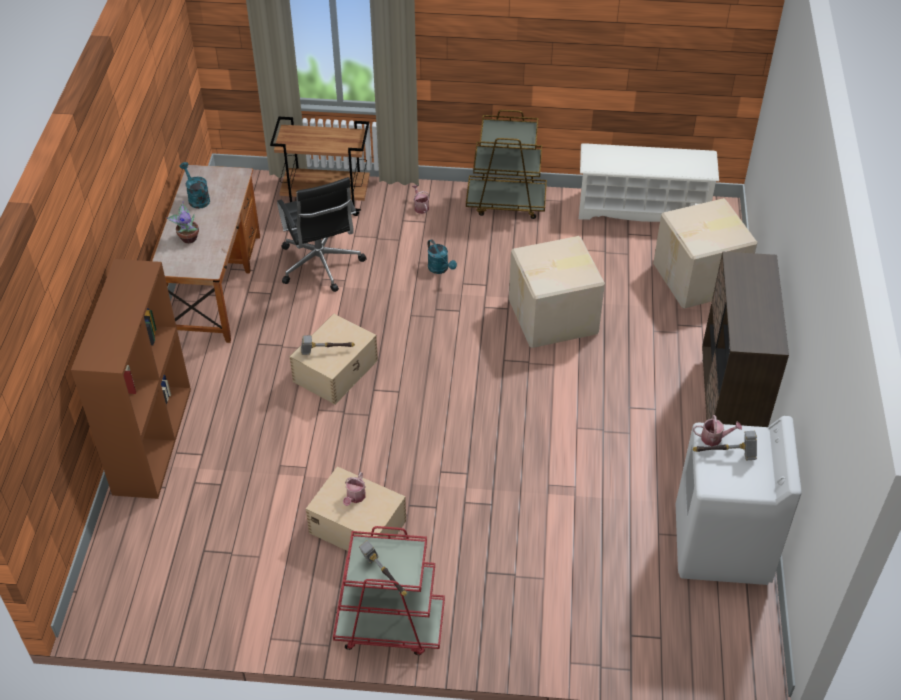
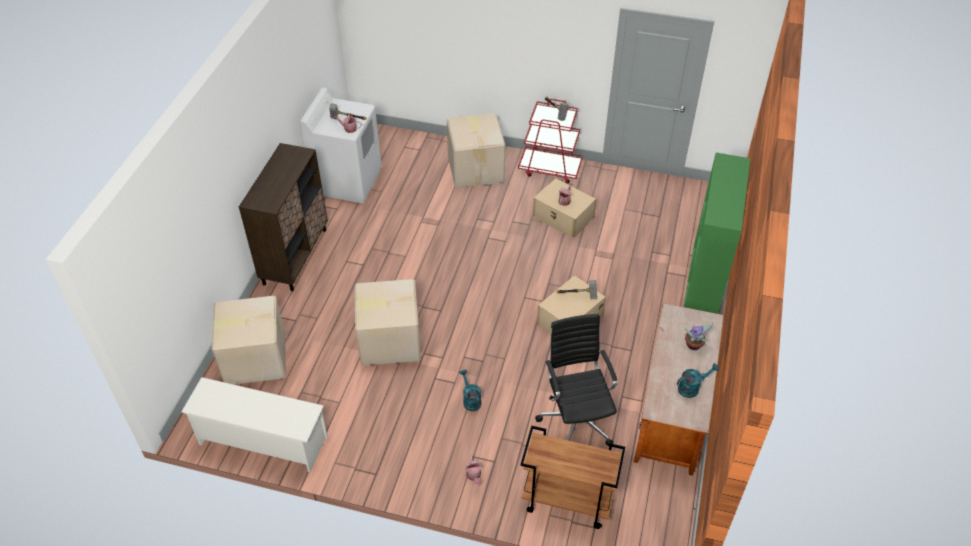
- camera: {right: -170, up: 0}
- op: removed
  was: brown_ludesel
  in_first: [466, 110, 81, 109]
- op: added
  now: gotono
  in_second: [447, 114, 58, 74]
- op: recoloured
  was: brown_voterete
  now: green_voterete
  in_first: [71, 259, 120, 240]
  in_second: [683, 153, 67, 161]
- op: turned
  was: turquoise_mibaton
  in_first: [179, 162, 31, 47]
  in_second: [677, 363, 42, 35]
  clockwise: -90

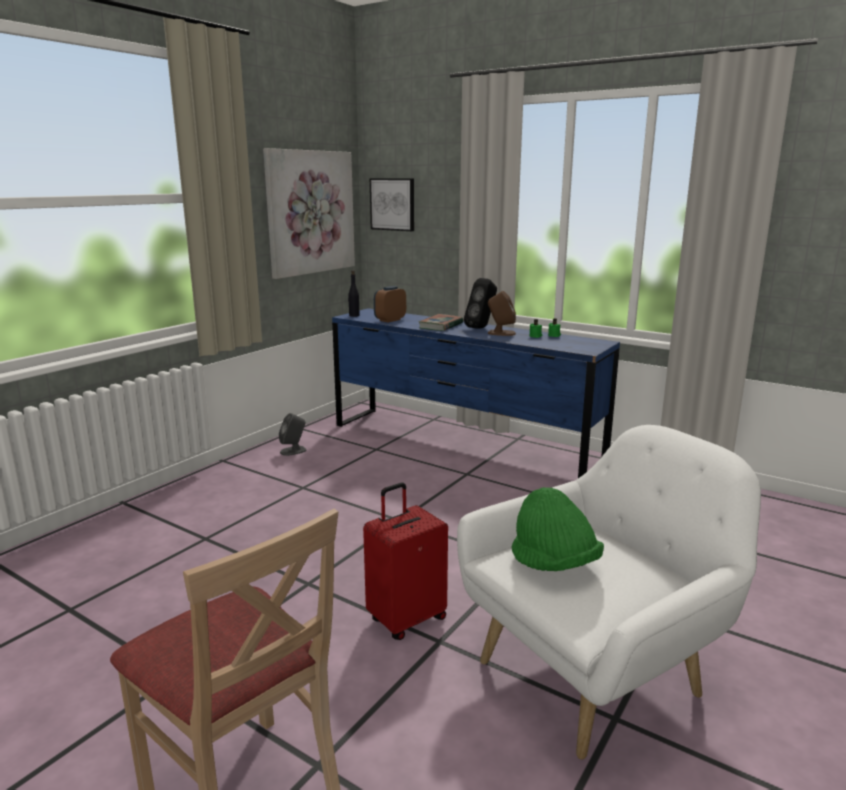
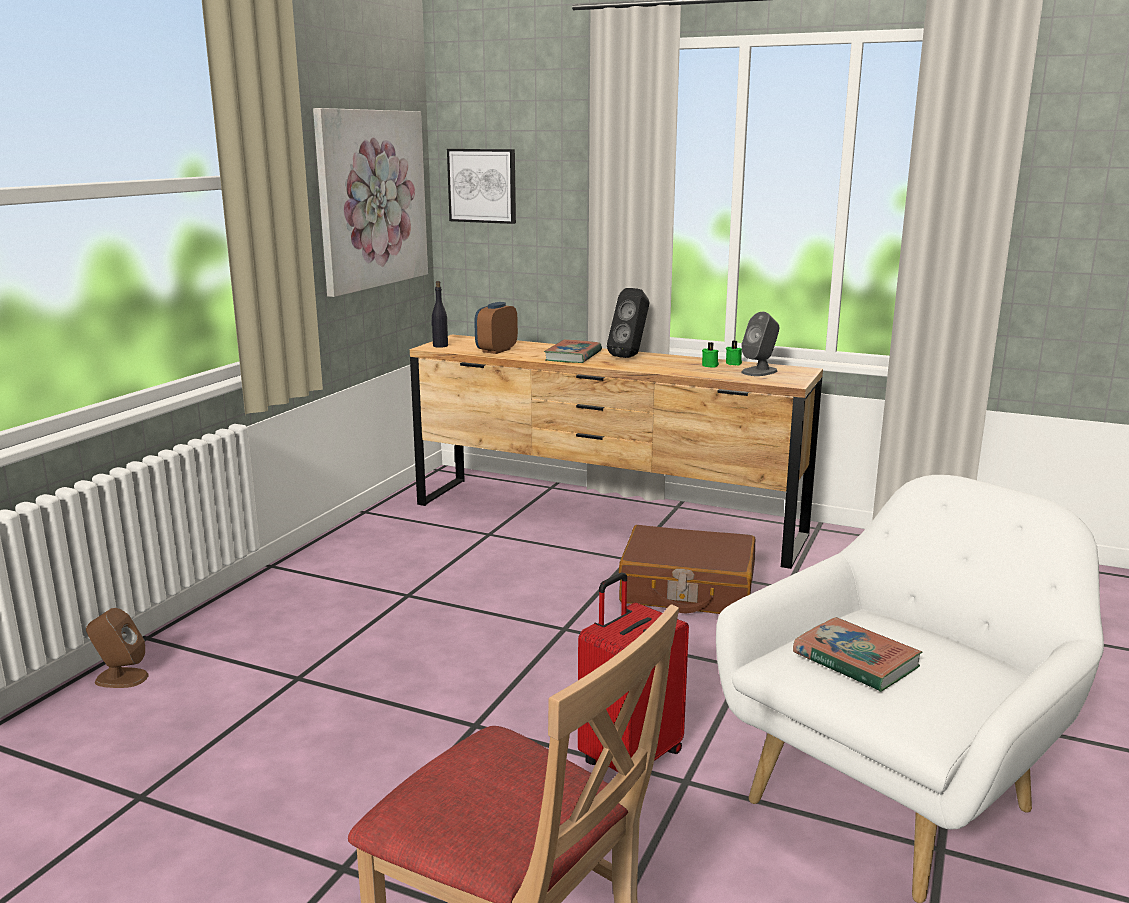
- camera: {right: -10, up: 0}
- op: added
  now: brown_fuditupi
  in_second: [619, 525, 136, 89]
- op: moved
  was: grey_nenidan
  in_first: [279, 413, 27, 43]
  in_second: [741, 312, 38, 64]
- op: moved
  was: brown_nenidan
  in_first: [488, 291, 28, 45]
  in_second: [86, 608, 63, 80]
- op: replaced
  was: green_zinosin
  now: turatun
  in_first: [511, 487, 93, 84]
  in_second: [793, 617, 129, 75]
- op: recoloured
  was: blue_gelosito
  now: brown_gelosito
  in_first: [332, 308, 288, 170]
  in_second: [410, 335, 413, 234]

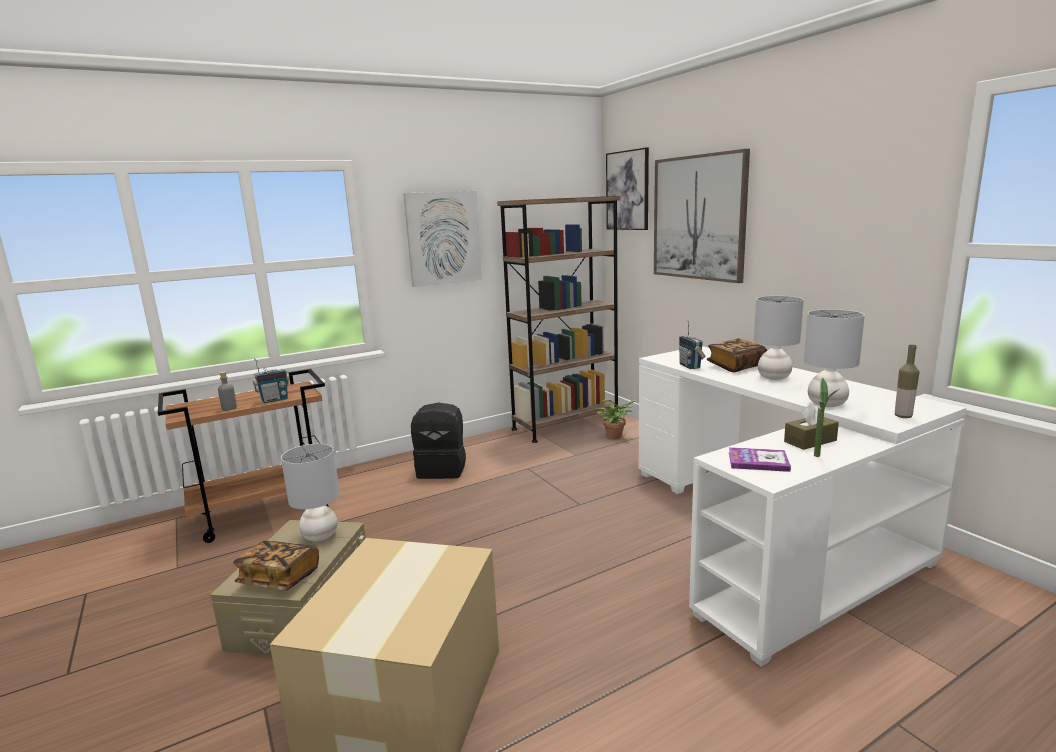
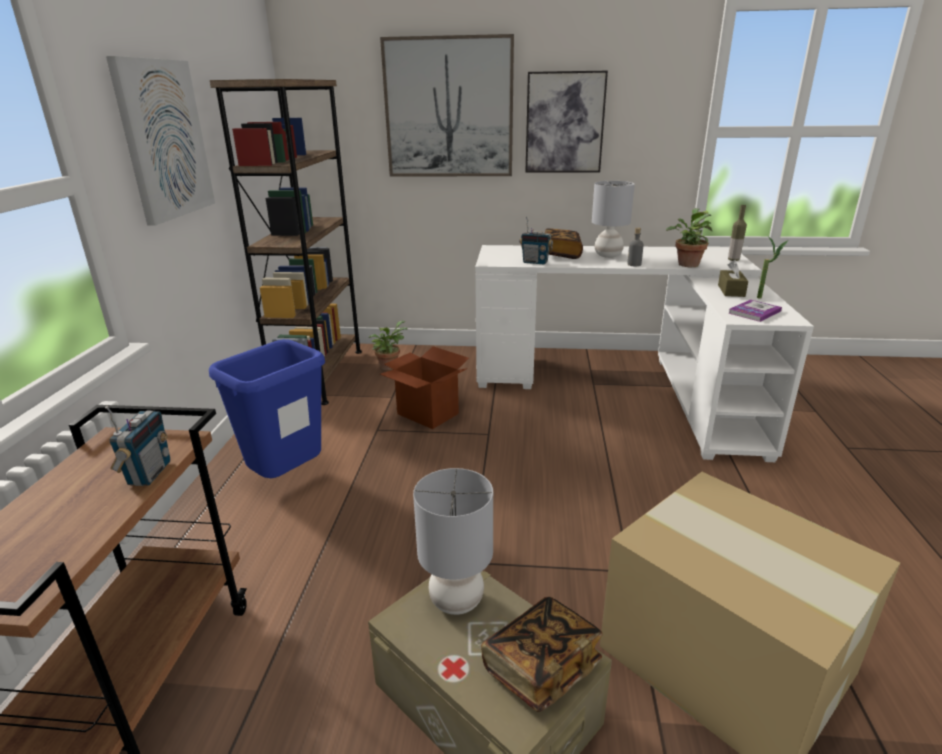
- camera: {right: -55, up: 10}
- op: added
  now: gotono
  in_second: [380, 346, 89, 83]
- op: moved
  was: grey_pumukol
  in_first: [218, 372, 19, 39]
  in_second: [628, 228, 16, 38]
- op: moved
  was: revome
  in_first: [606, 147, 43, 83]
  in_second: [526, 71, 82, 101]
- op: replaced
  was: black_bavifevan
  now: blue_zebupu
  in_first: [411, 403, 55, 76]
  in_second: [209, 339, 116, 139]
- op: replaced
  was: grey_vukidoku
  now: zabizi
  in_first: [804, 309, 61, 98]
  in_second: [666, 208, 46, 59]

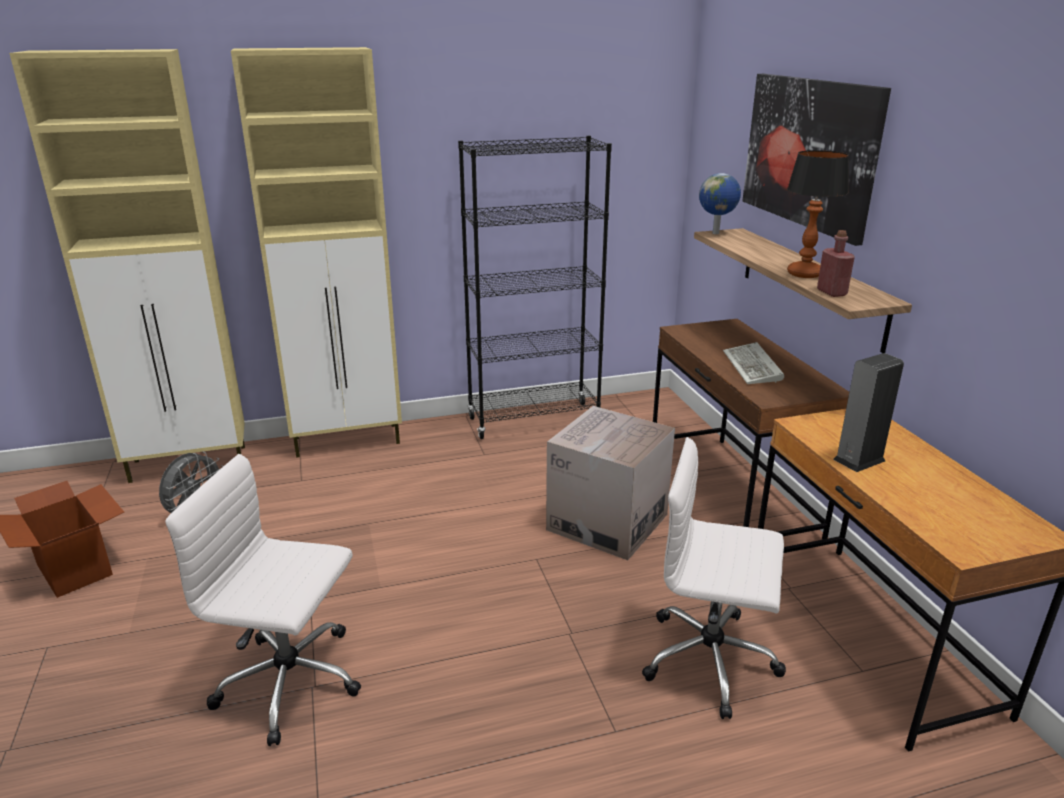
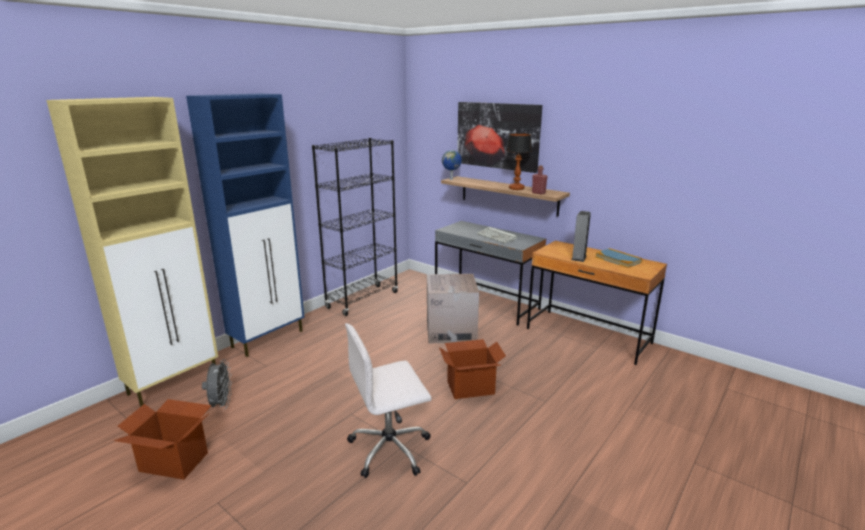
- camera: {right: -35, up: -5}
- op: removed
  was: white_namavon
  in_first: [642, 437, 144, 282]
- op: added
  now: gotono
  in_second: [439, 339, 67, 60]
- op: added
  now: turatun
  in_second: [596, 248, 46, 20]
- op: recoloured
  was: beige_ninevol
  now: blue_ninevol
  in_first: [231, 47, 171, 411]
  in_second: [186, 94, 118, 263]
- op: recoloured
  was: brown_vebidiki
  now: grey_vebidiki
  in_first: [653, 319, 196, 221]
  in_second: [435, 221, 111, 105]

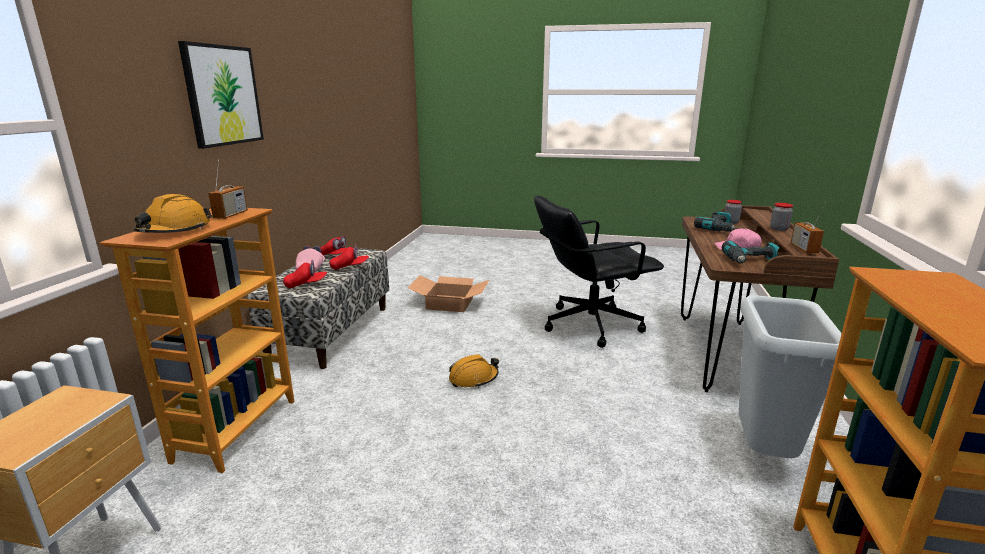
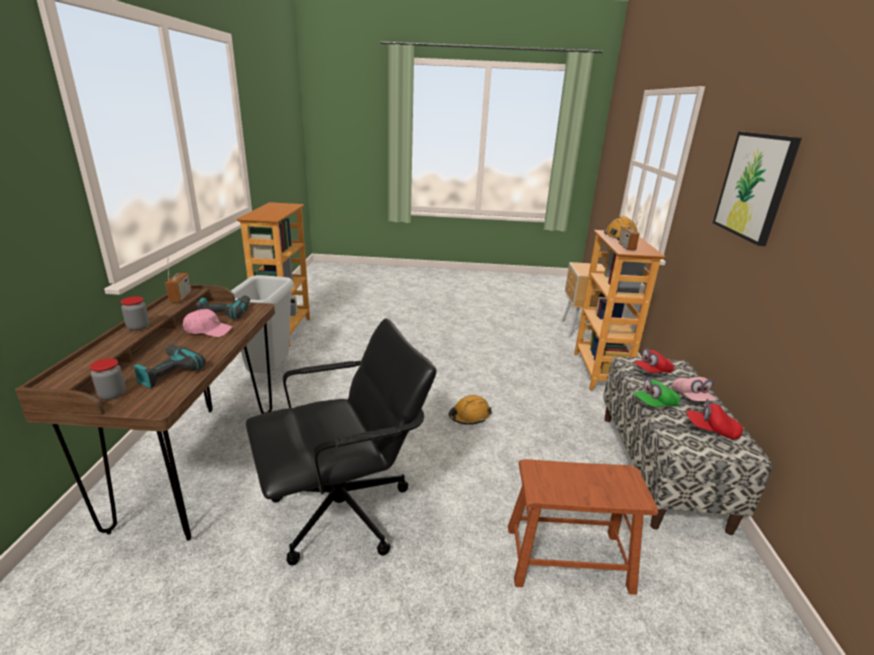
- camera: {right: 170, up: 5}
- op: replaced
  was: gotono
  now: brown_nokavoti
  in_first: [408, 275, 81, 37]
  in_second: [508, 459, 150, 136]
- op: recoloured
  was: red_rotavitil
  now: green_rotavitil
  in_first: [329, 244, 40, 26]
  in_second: [634, 378, 46, 29]

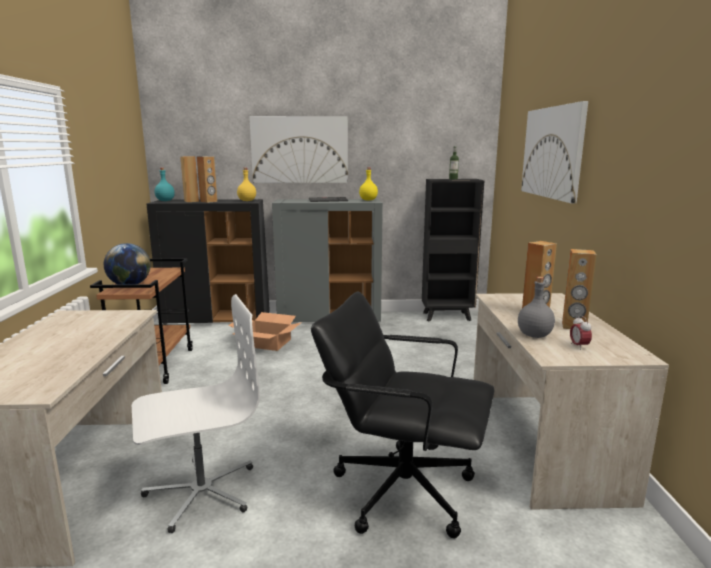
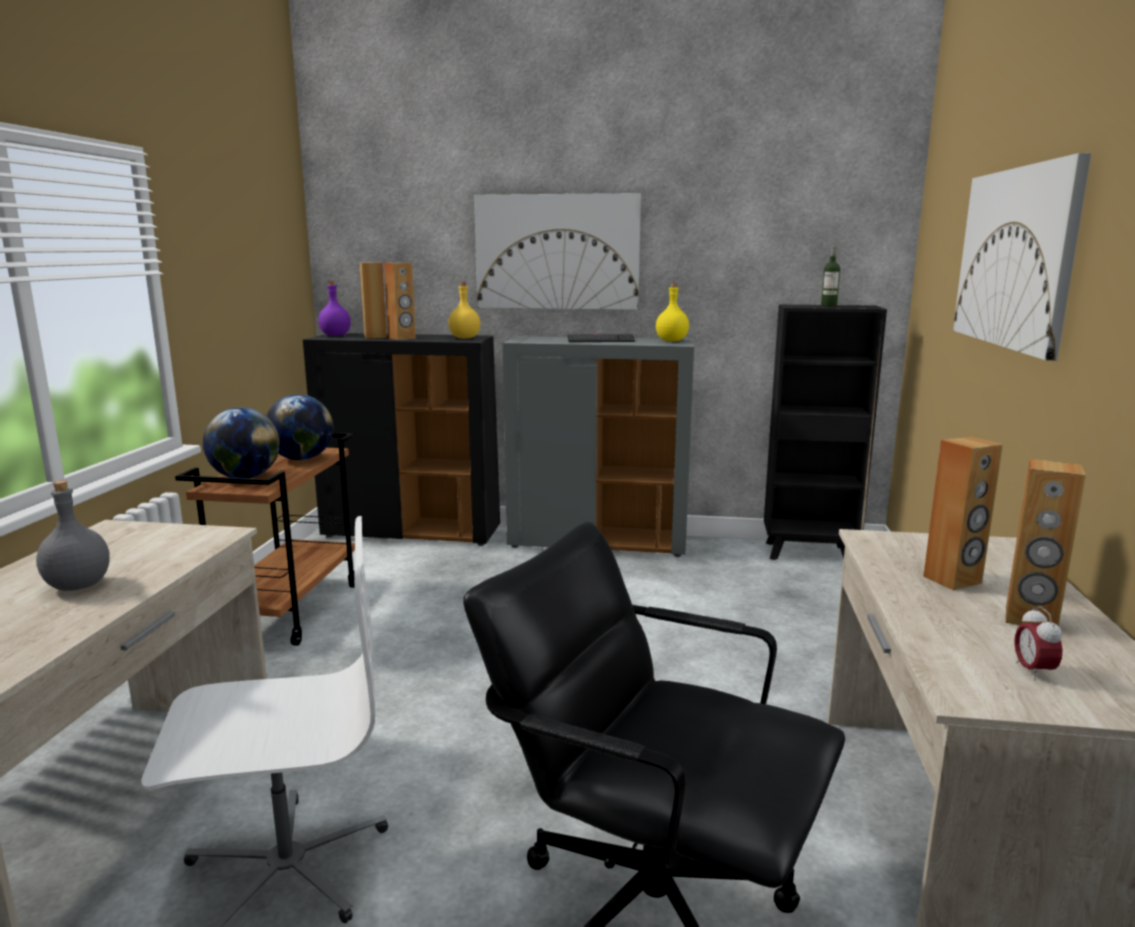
- camera: {right: 10, up: 0}
- op: removed
  was: gotono
  in_first: [228, 312, 74, 39]
- op: added
  now: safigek
  in_second: [266, 394, 67, 66]
- op: moved
  was: grey_pumukol
  in_first: [518, 277, 37, 61]
  in_second: [36, 481, 74, 110]
- op: recoloured
  was: turquoise_pumukol
  now: purple_pumukol
  in_first: [154, 168, 21, 33]
  in_second: [319, 281, 32, 55]

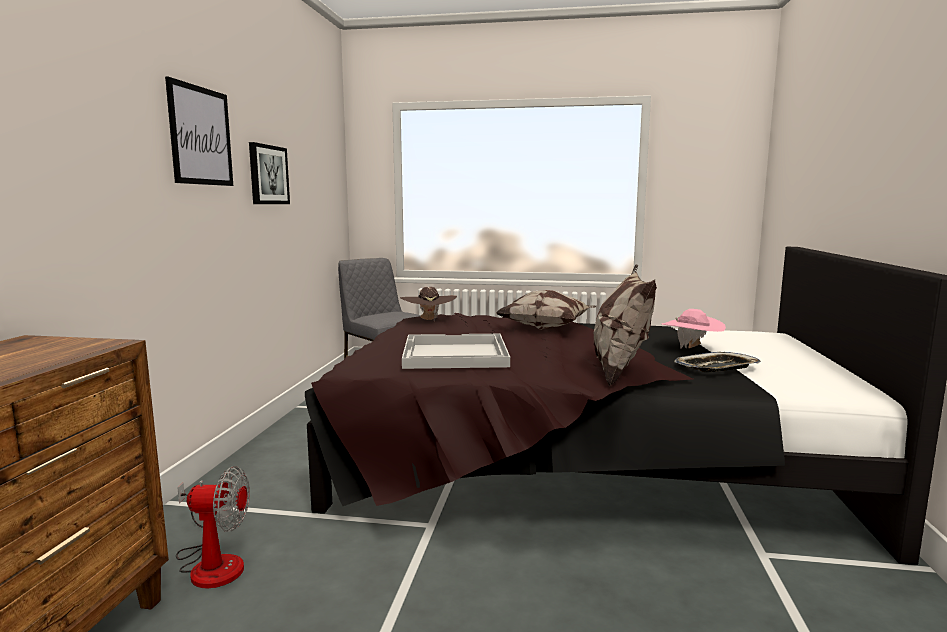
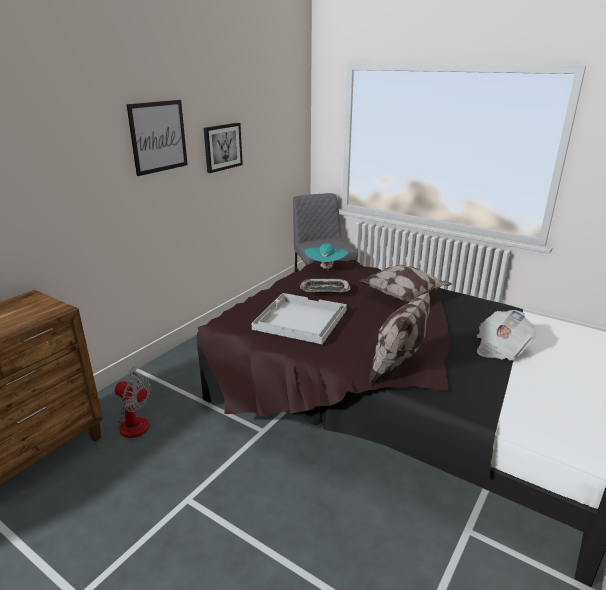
- camera: {right: 25, up: 15}
- op: moved
  was: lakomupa
  in_first: [674, 352, 87, 20]
  in_second: [300, 279, 51, 14]
- op: replaced
  was: pink_zinosin
  now: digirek
  in_first: [662, 309, 64, 40]
  in_second: [477, 310, 59, 51]
- op: recoloured
  was: brown_zinosin
  now: turquoise_zinosin
  in_first: [400, 287, 57, 33]
  in_second: [305, 243, 43, 27]

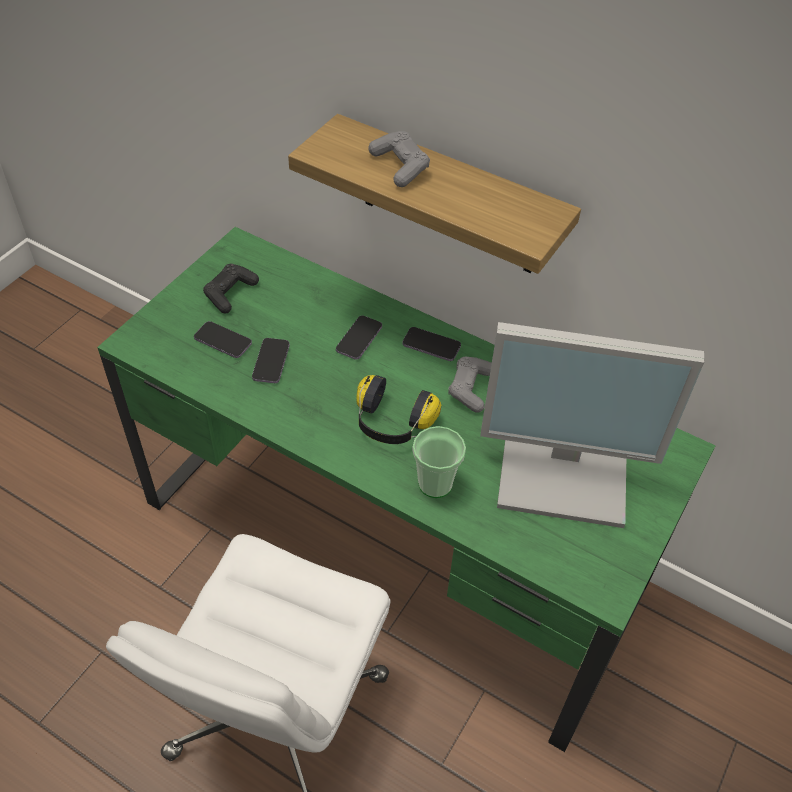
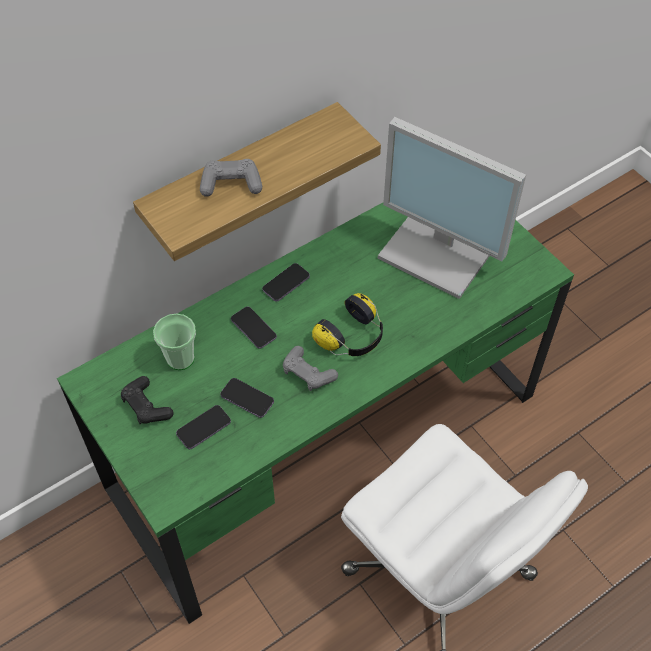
- camera: {right: -65, up: 5}
- op: moved
  was: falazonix
  in_first: [412, 426, 54, 72]
  in_second: [153, 313, 43, 57]
- op: moved
  was: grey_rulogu
  in_first: [448, 357, 44, 56]
  in_second: [283, 346, 55, 45]
- op: turned
  was: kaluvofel
  in_first: [480, 322, 224, 206]
  in_second: [378, 117, 148, 182]
  clockwise: 90

